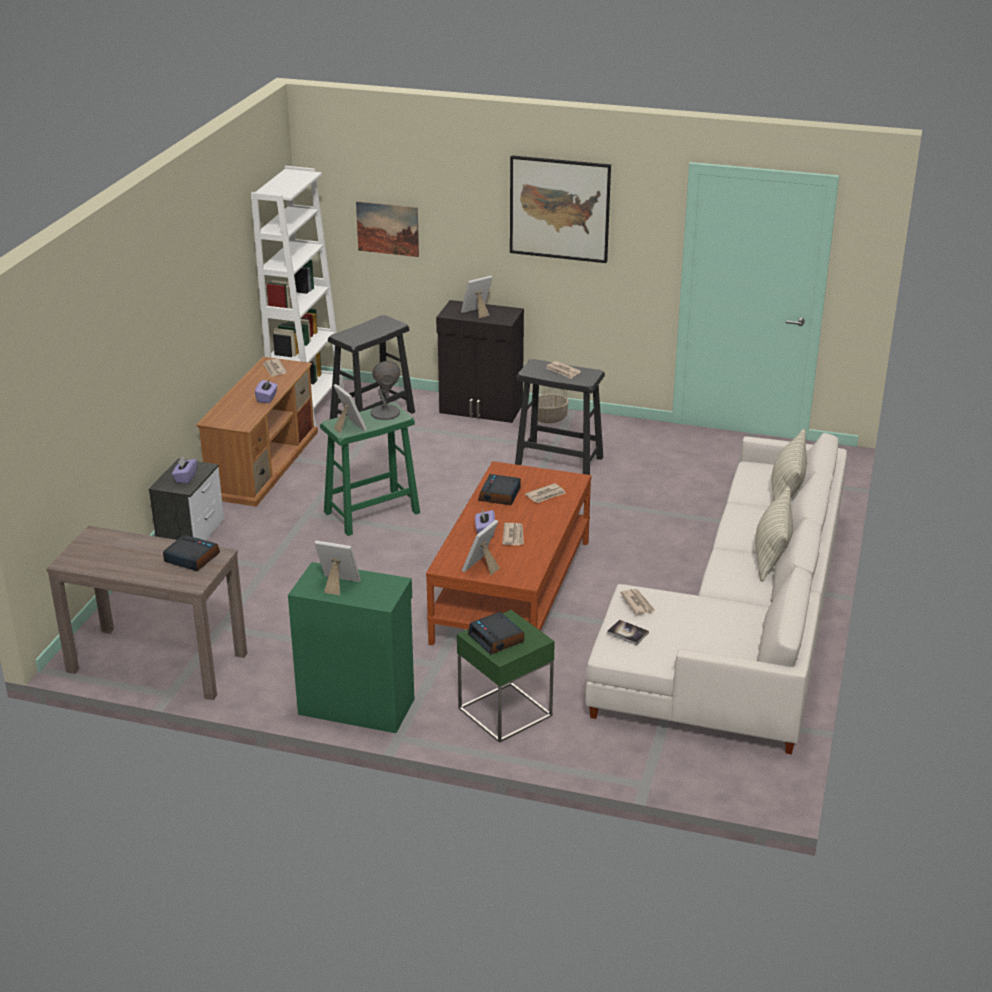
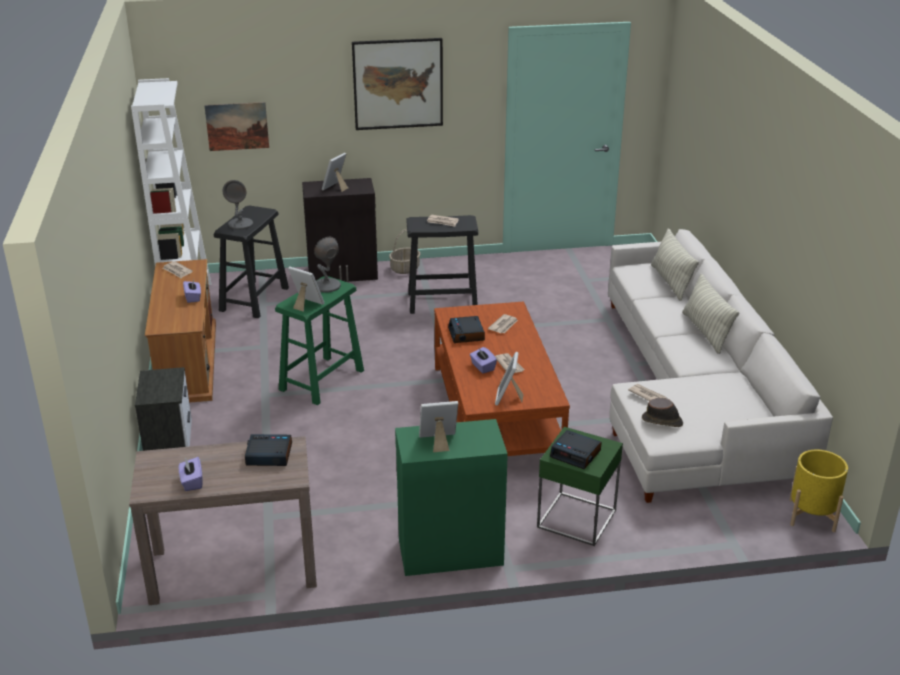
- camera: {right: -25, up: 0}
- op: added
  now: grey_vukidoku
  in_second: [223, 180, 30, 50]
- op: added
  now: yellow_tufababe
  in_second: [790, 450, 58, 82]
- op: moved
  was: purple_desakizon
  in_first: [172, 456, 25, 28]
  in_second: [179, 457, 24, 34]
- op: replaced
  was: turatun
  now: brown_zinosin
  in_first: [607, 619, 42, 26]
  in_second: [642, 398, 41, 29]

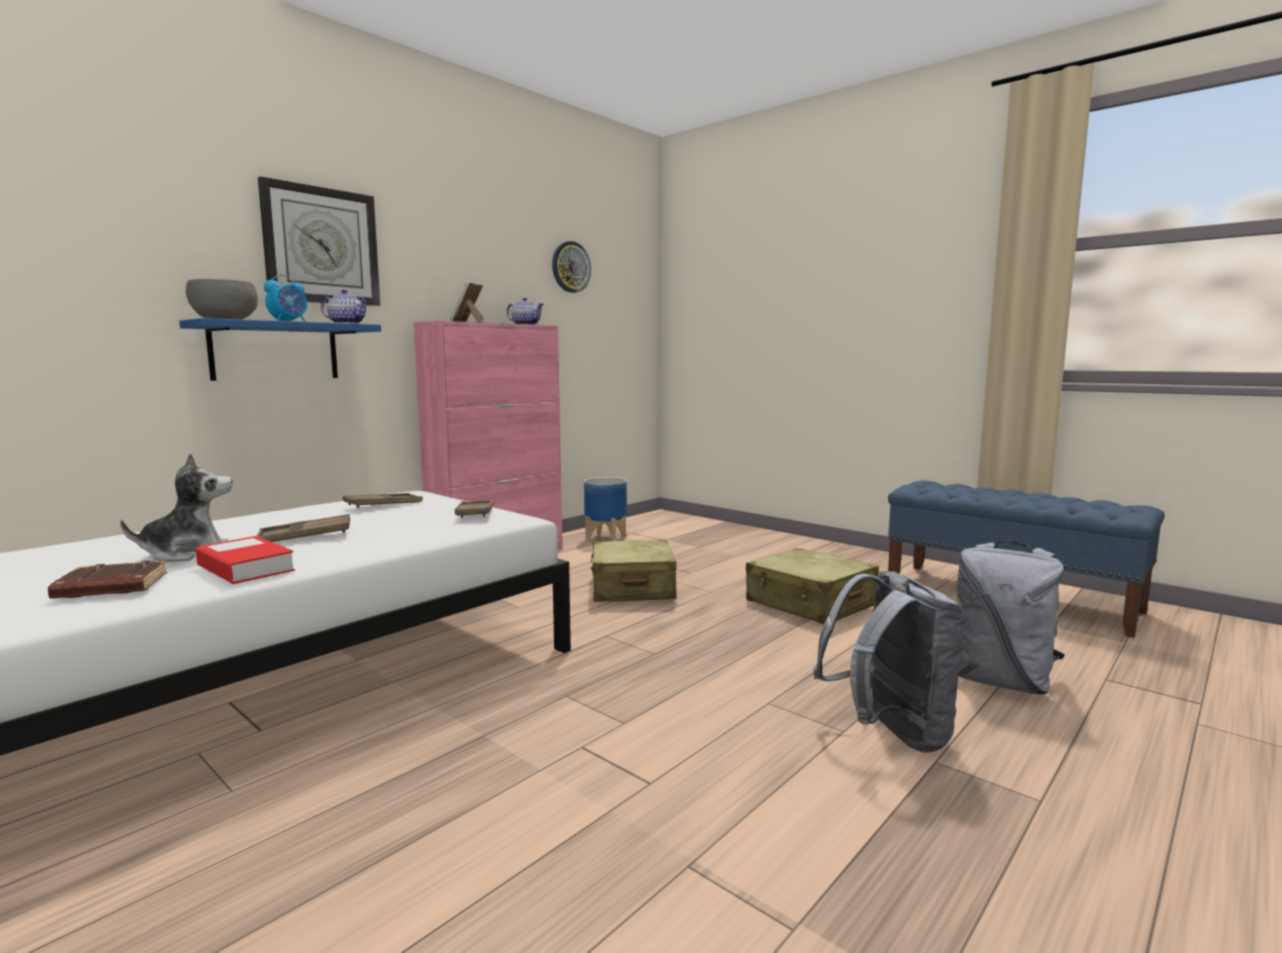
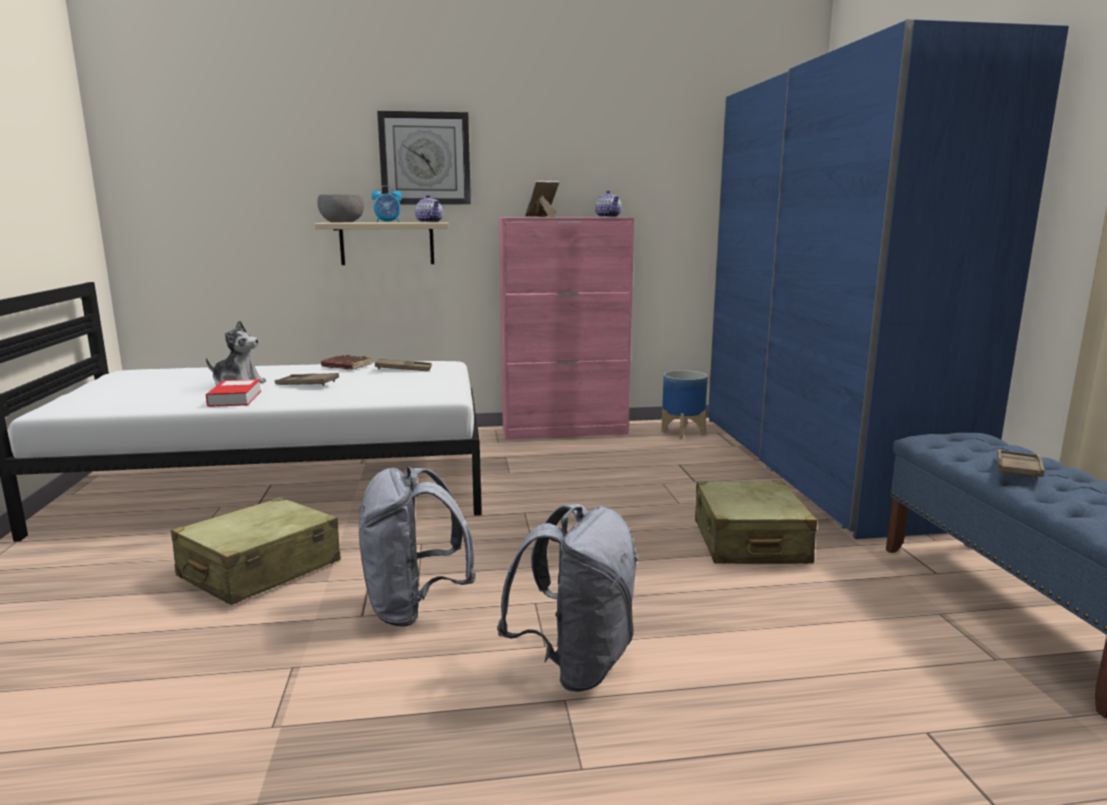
- camera: {right: 40, up: 5}
- op: removed
  was: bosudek
  in_first: [552, 241, 39, 52]
- op: added
  now: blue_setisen
  in_second: [708, 19, 361, 520]
- op: moved
  was: brown_turatun
  in_first: [48, 560, 119, 38]
  in_second: [321, 355, 51, 15]
- op: moved
  was: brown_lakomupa
  in_first: [455, 500, 39, 18]
  in_second: [997, 449, 48, 31]
- op: moved
  was: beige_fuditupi
  in_first: [590, 539, 87, 63]
  in_second: [171, 497, 170, 108]
- op: moved
  was: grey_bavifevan
  in_first: [957, 540, 108, 155]
  in_second: [359, 466, 117, 161]
- op: recoloured
  was: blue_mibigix
  now: beige_mibigix
  in_first: [179, 318, 202, 63]
  in_second: [314, 222, 135, 43]

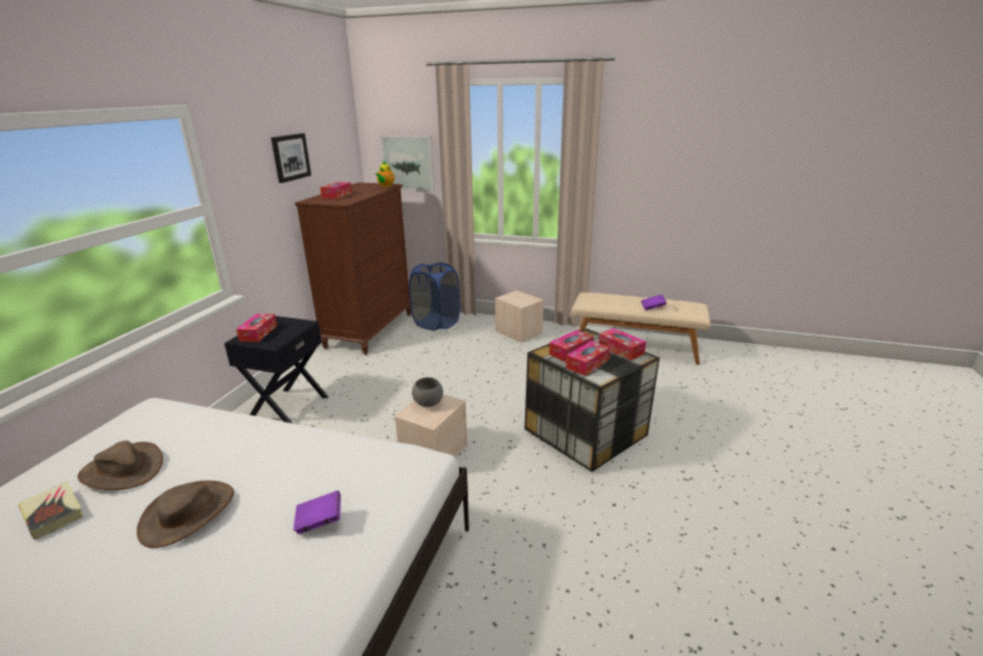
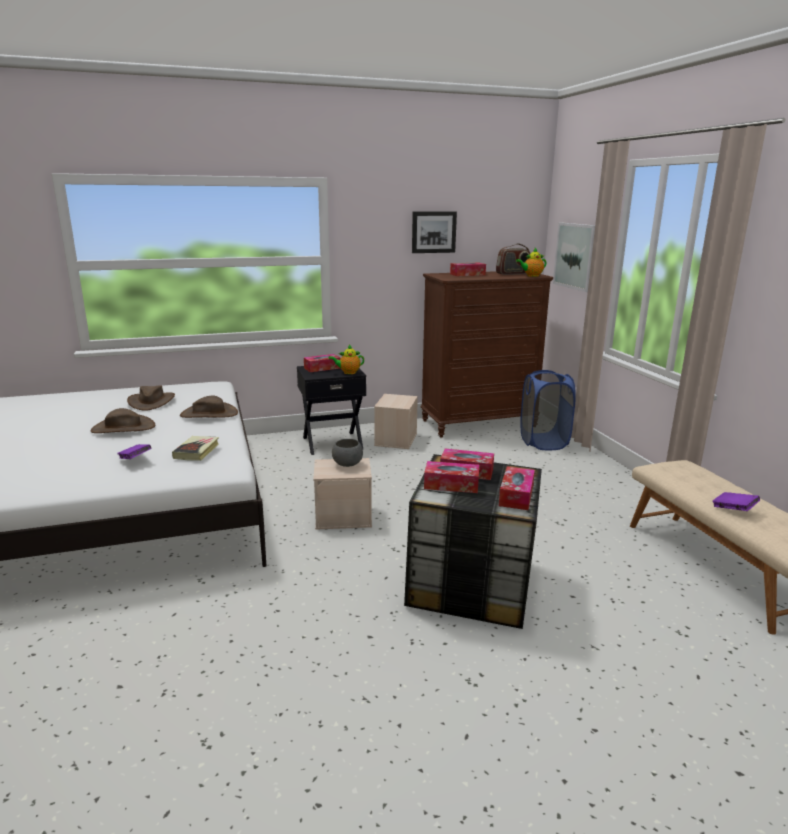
- camera: {right: 55, up: -5}
- op: added
  now: brown_zinosin
  in_second: [180, 396, 58, 22]
- op: added
  now: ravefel
  in_second: [328, 345, 36, 29]
- op: added
  now: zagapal
  in_second: [496, 243, 34, 32]
- op: moved
  was: turatun
  in_first: [18, 482, 65, 58]
  in_second: [172, 436, 47, 25]
- op: moved
  was: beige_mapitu
  in_first: [495, 290, 49, 53]
  in_second: [374, 394, 44, 55]

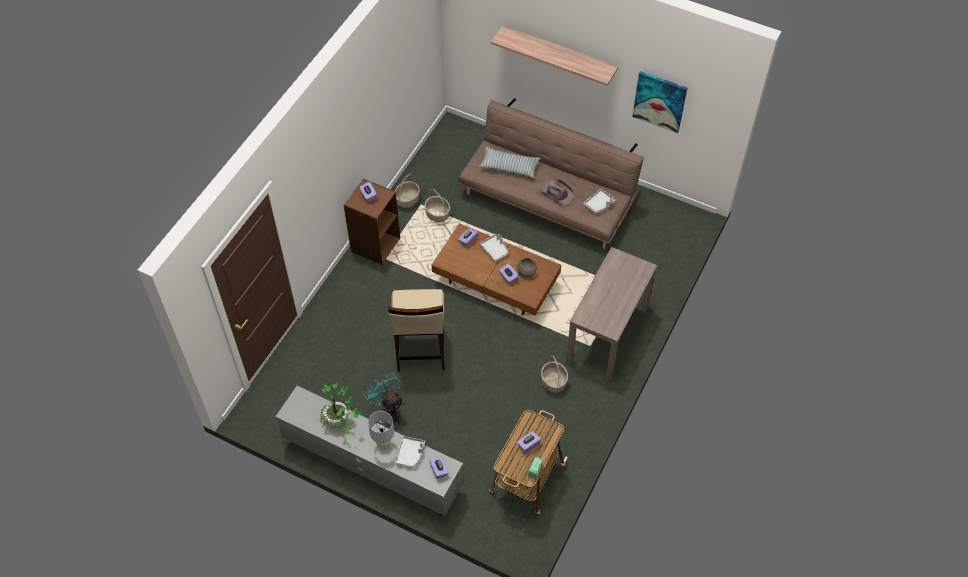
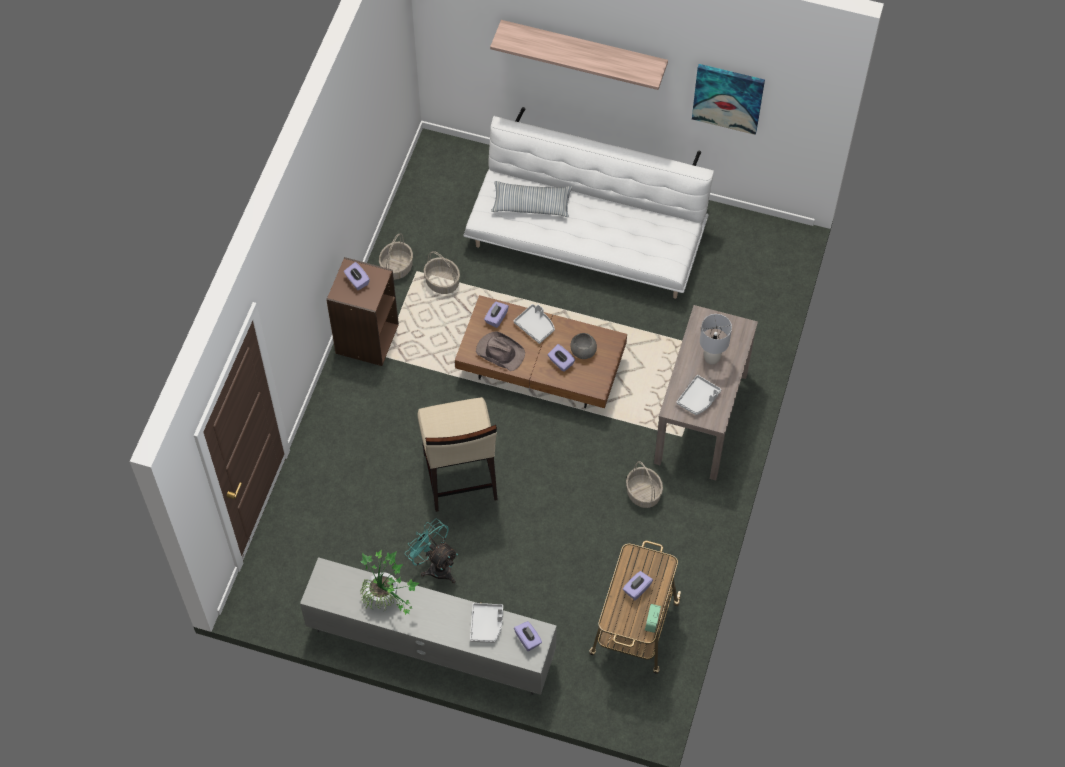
- camera: {right: -10, up: 5}
- op: moved
  was: grey_vukidoku
  in_first: [368, 411, 26, 39]
  in_second: [700, 314, 32, 51]
- op: moved
  was: brown_zinosin
  in_first: [540, 179, 35, 27]
  in_second: [476, 332, 49, 39]
- op: moved
  was: grey_lakomupa
  in_first: [583, 189, 33, 24]
  in_second: [676, 375, 45, 40]
- op: recoloured
  was: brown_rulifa
  now: white_rulifa
  in_first: [458, 98, 186, 151]
  in_second: [463, 107, 251, 192]

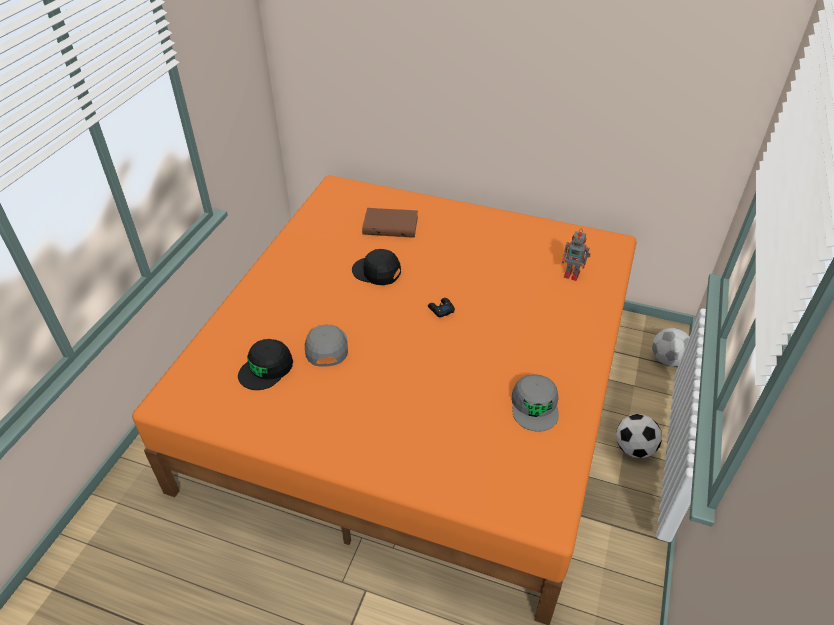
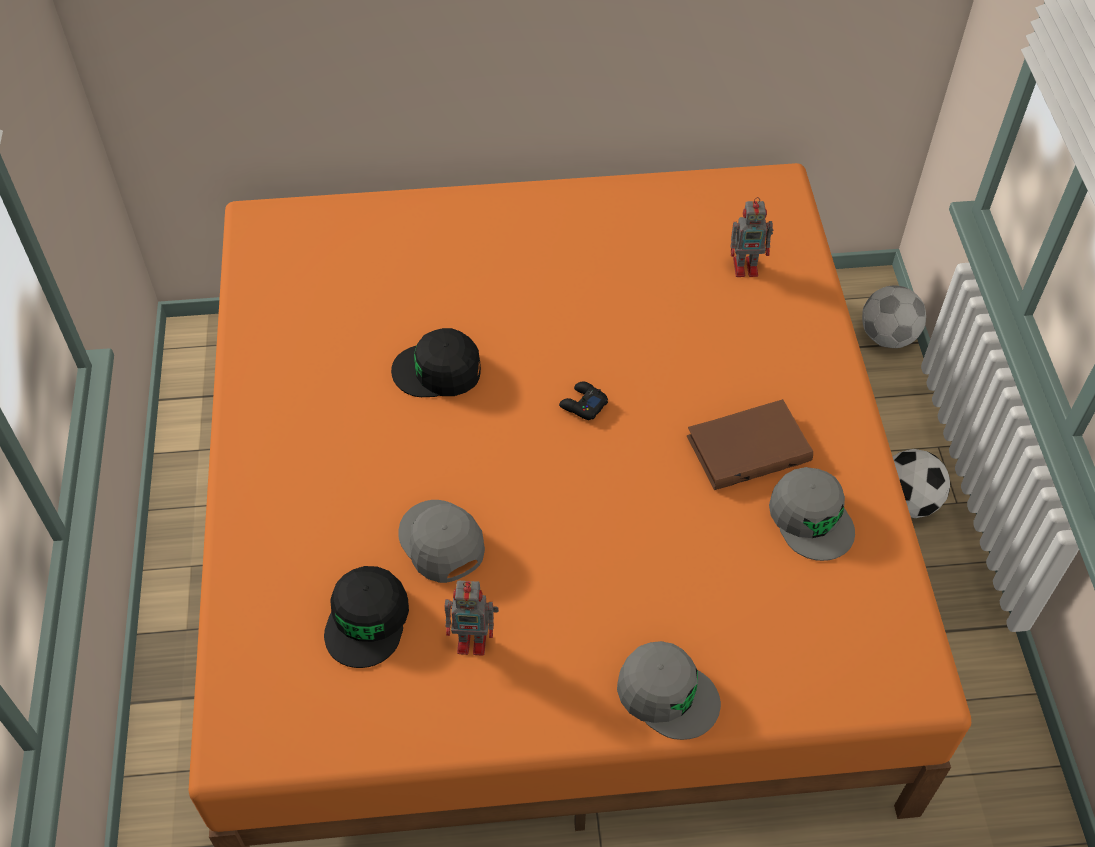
- camera: {right: -25, up: 10}
- op: added
  now: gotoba
  in_second: [445, 581, 54, 75]
- op: added
  now: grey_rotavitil
  in_second: [617, 641, 104, 99]
- op: moved
  was: brown_turatun
  in_first: [362, 208, 56, 30]
  in_second: [687, 399, 126, 91]

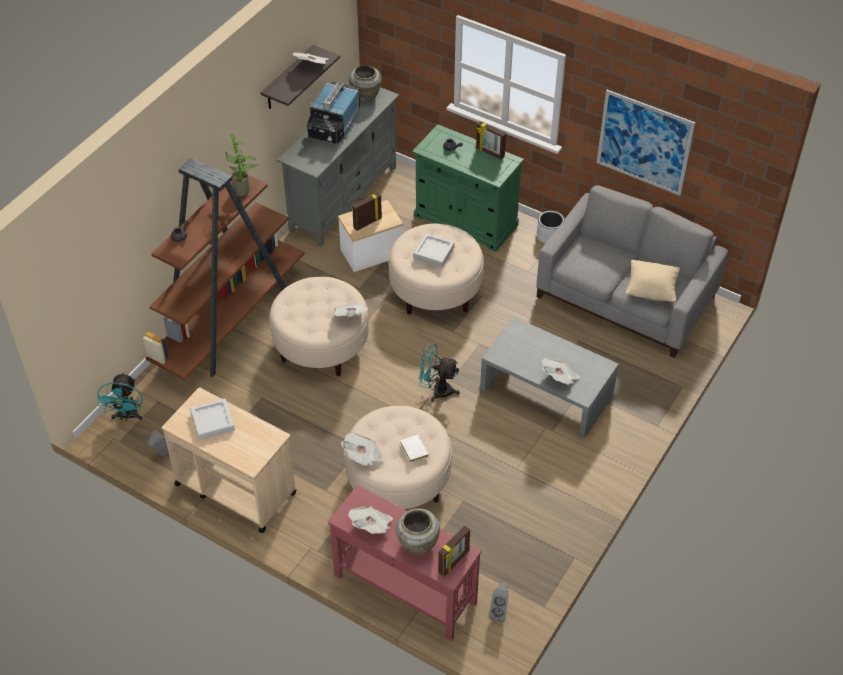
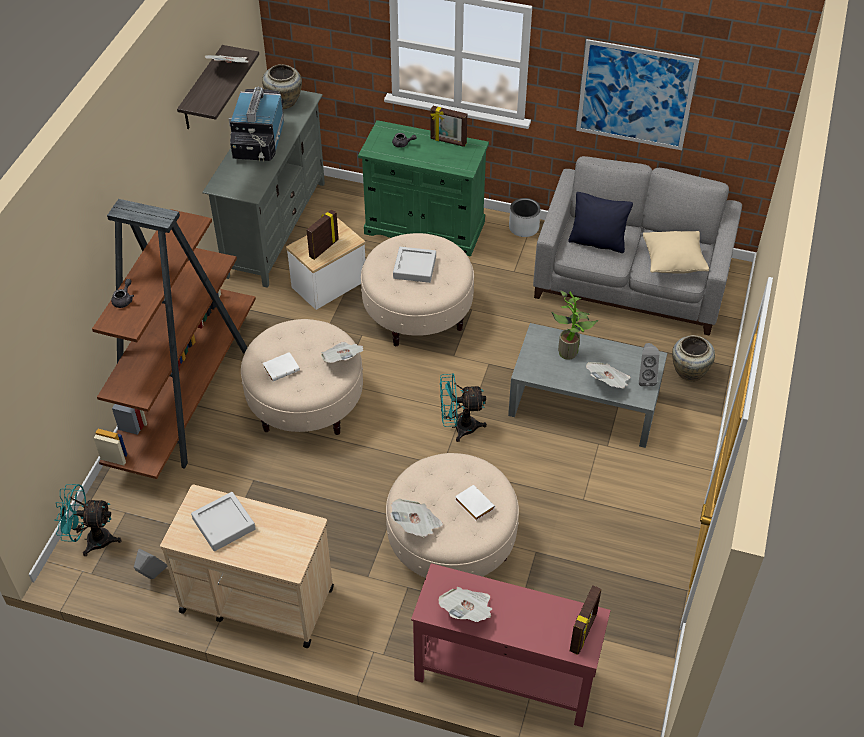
- camera: {right: -15, up: 0}
- op: added
  now: white_turatun
  in_second: [263, 352, 37, 30]
- op: added
  now: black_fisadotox
  in_second: [568, 192, 65, 61]
- op: moved
  was: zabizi
  in_first: [225, 134, 33, 62]
  in_second: [551, 290, 47, 70]
- op: moved
  was: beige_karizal
  in_first: [396, 508, 44, 48]
  in_second: [672, 335, 43, 47]
- op: moved
  was: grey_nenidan
  in_first: [489, 583, 19, 39]
  in_second: [639, 343, 20, 44]
- op: turned
  was: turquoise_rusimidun
  in_first: [97, 372, 46, 49]
  in_second: [54, 484, 68, 72]
  clockwise: 105

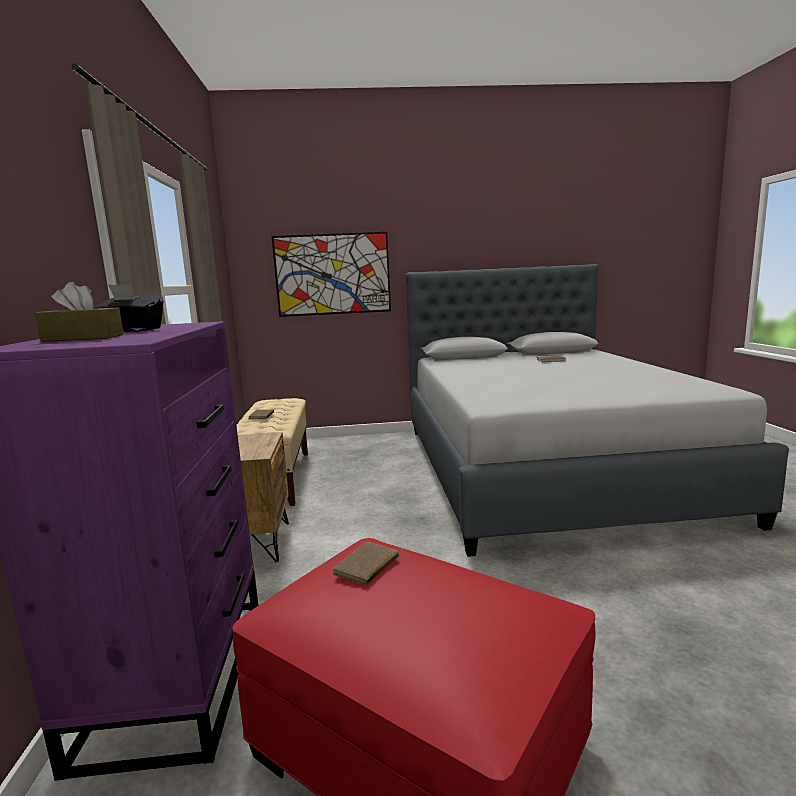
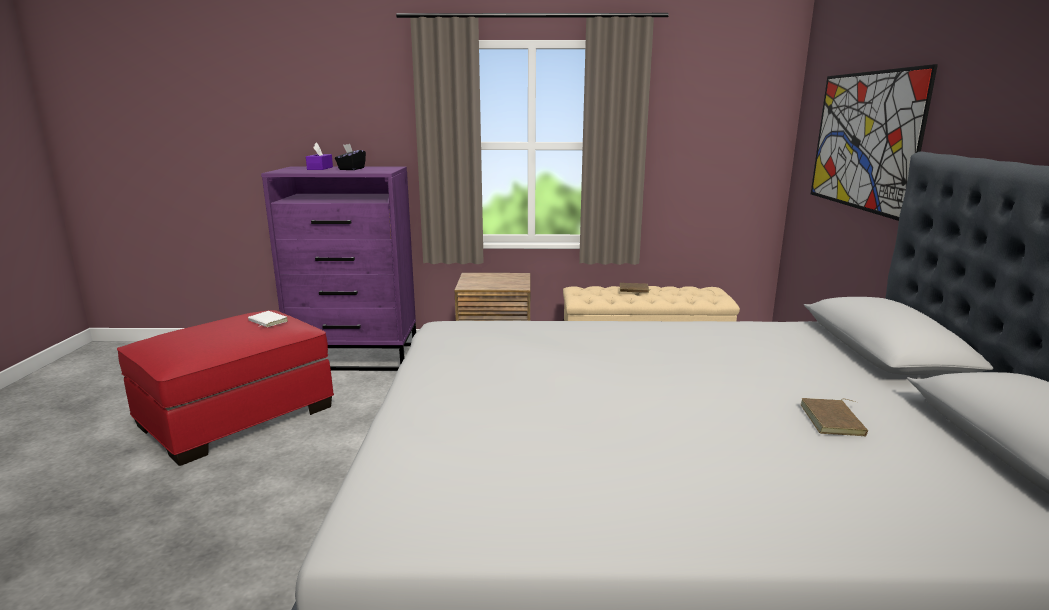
- camera: {right: 95, up: 5}
- op: recoloured
  was: brown_desakizon
  now: purple_desakizon
  in_first: [35, 282, 89, 60]
  in_second: [306, 142, 27, 28]
- op: recoloured
  was: brown_turatun
  now: white_turatun
  in_first: [333, 542, 77, 44]
  in_second: [248, 311, 40, 16]

